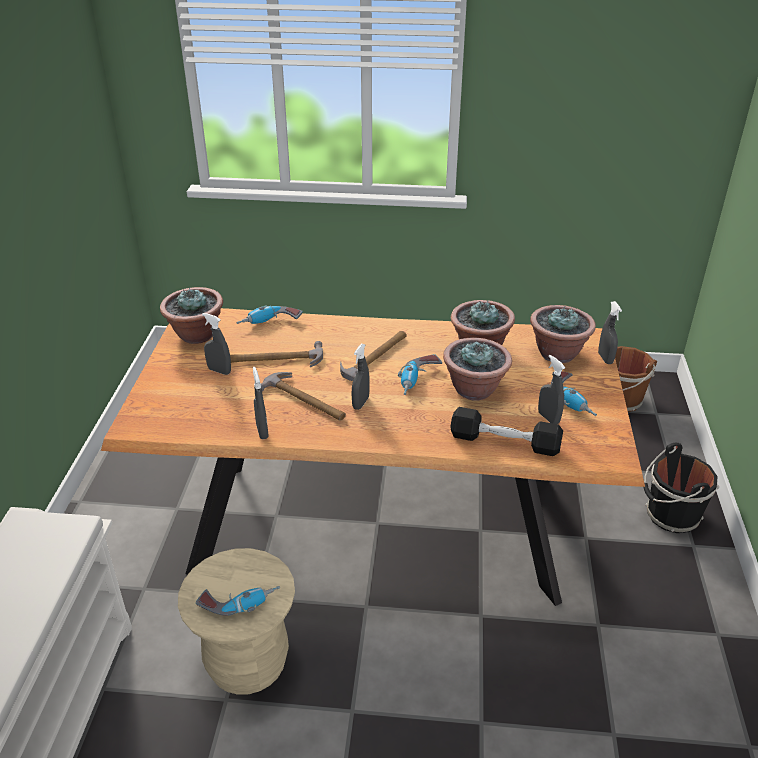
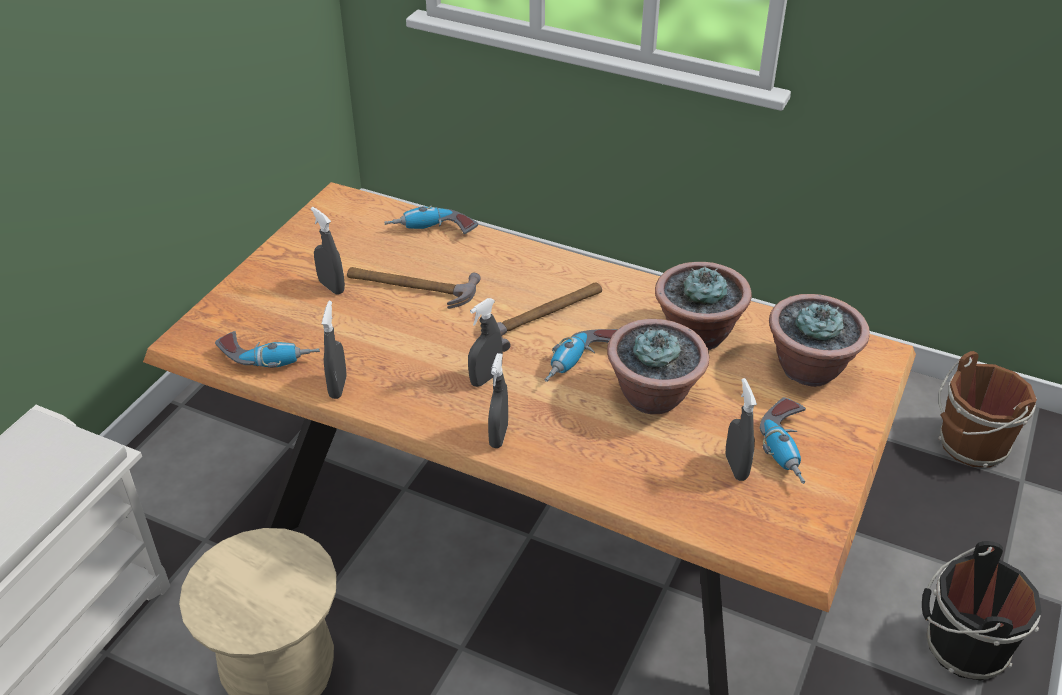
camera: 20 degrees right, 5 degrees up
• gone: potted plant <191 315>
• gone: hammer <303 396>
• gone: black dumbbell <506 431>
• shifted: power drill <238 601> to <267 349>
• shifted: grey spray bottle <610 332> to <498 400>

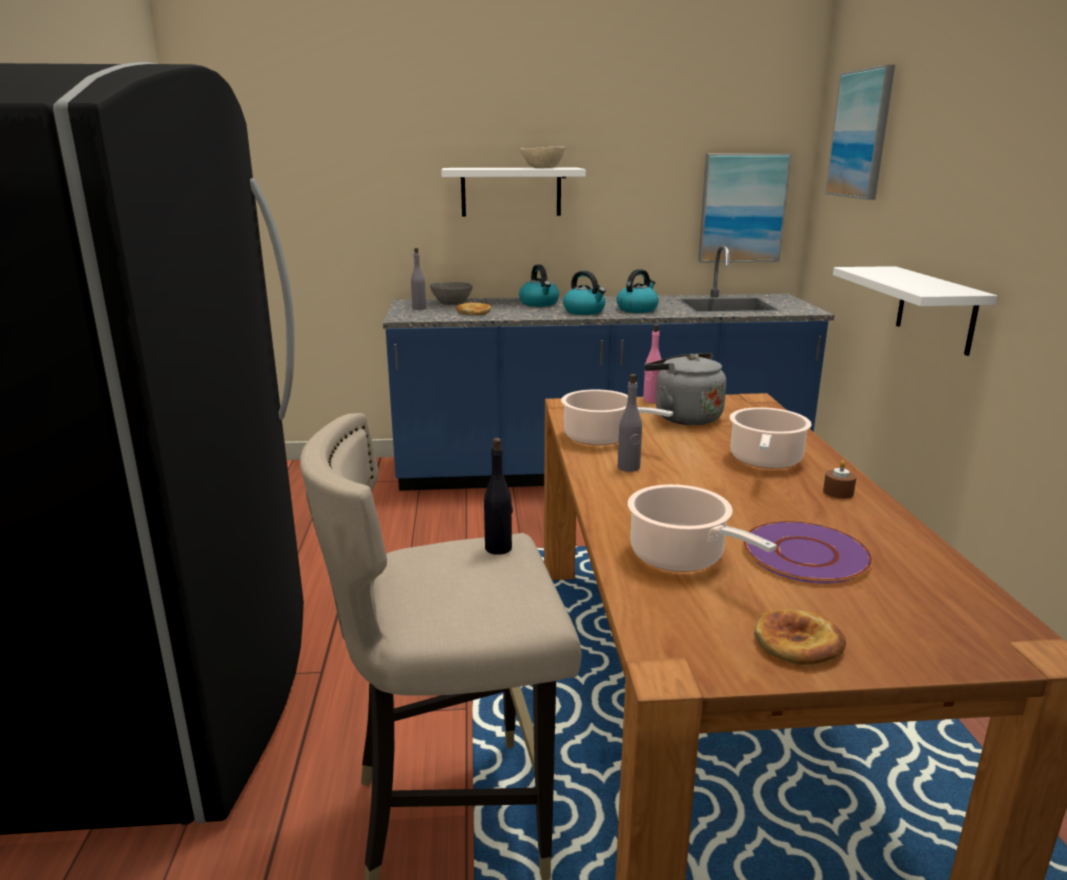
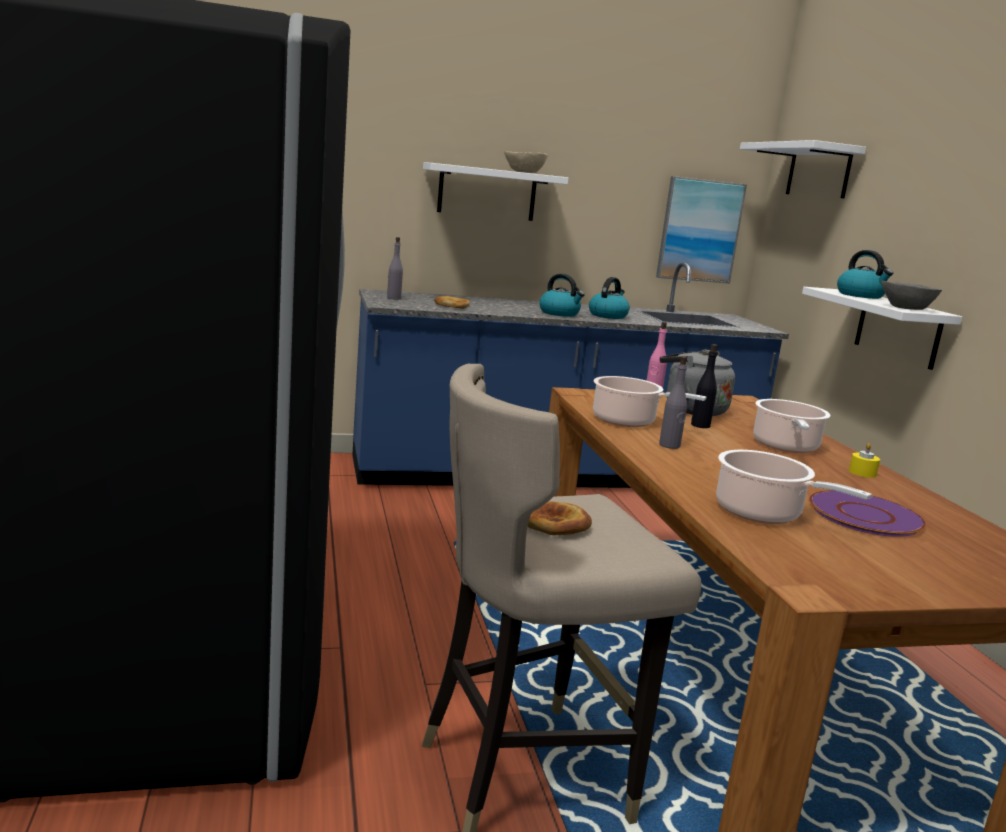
camera: 10 degrees left, 5 degrees down
• shifted: grey bowl <451 293> to <911 295>
• shifted: black bottle <498 496> to <704 386>
• shifted: kettle <539 286> to <865 274>
• shifted: bread <800 637> to <560 518>
• swapped: picture <860 132> to white shelf <803 169>
• repainted: brown candle <839 479> to yellow candle <864 460>

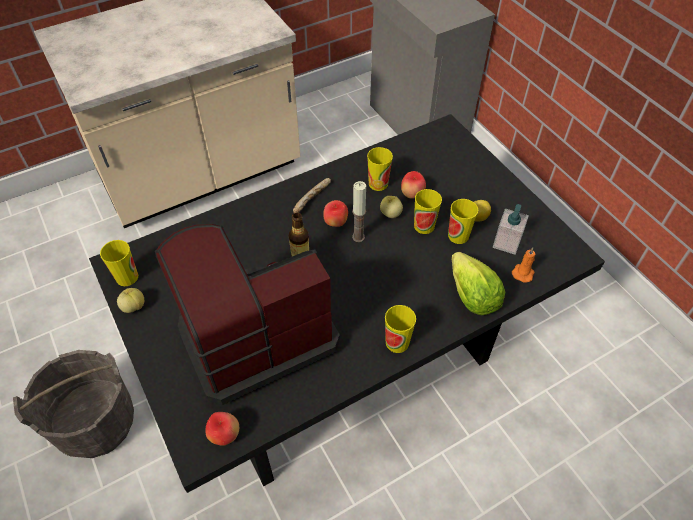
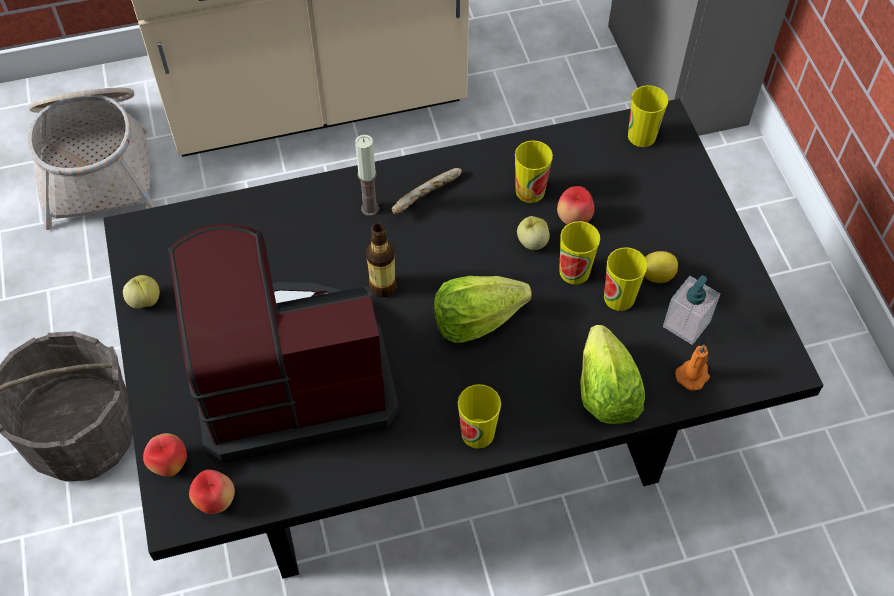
camera: 15 degrees right, 5 degrees up
• new: basket <92 159>
• new: lettuce <483 309>
• shifted: cup <119 263> to <648 116>
• shifted: apple <335 213> to <165 455>
• shifted: candle <359 211> to <367 175>

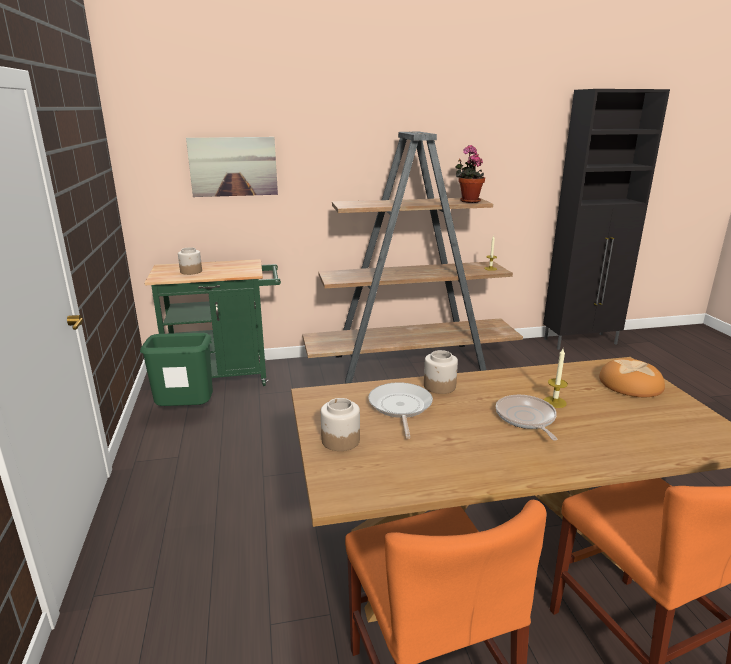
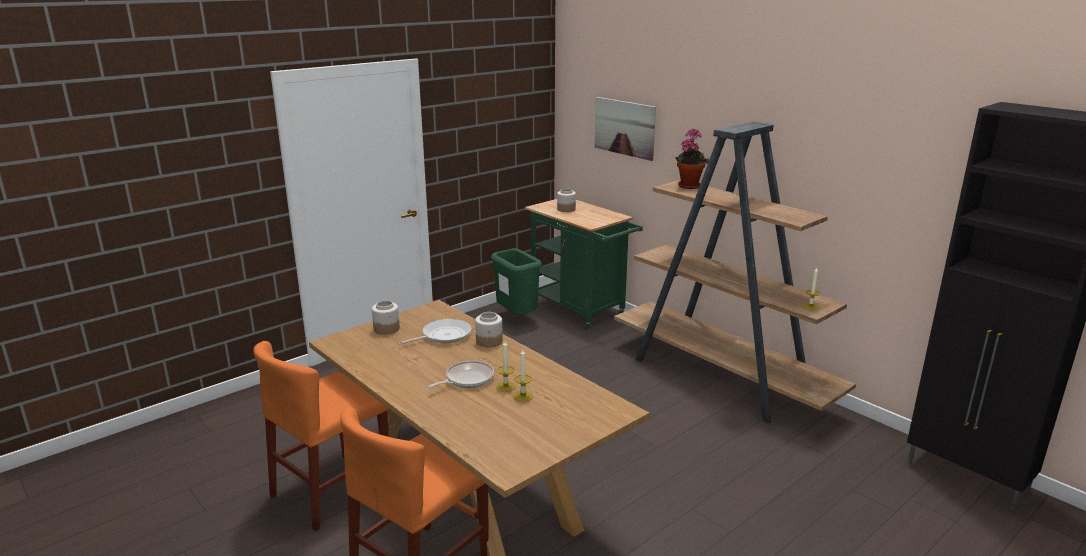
camera: 60 degrees right, 0 degrees up
• gone: bread <632 377>
• new: candle <523 375>
• shifted: potted plant <470 174> to <692 158>

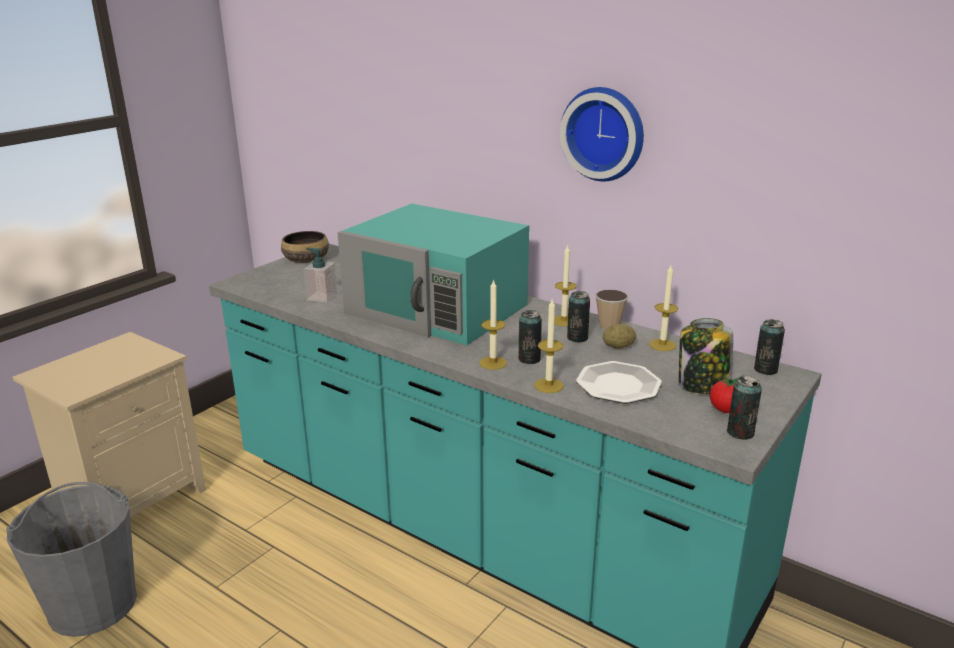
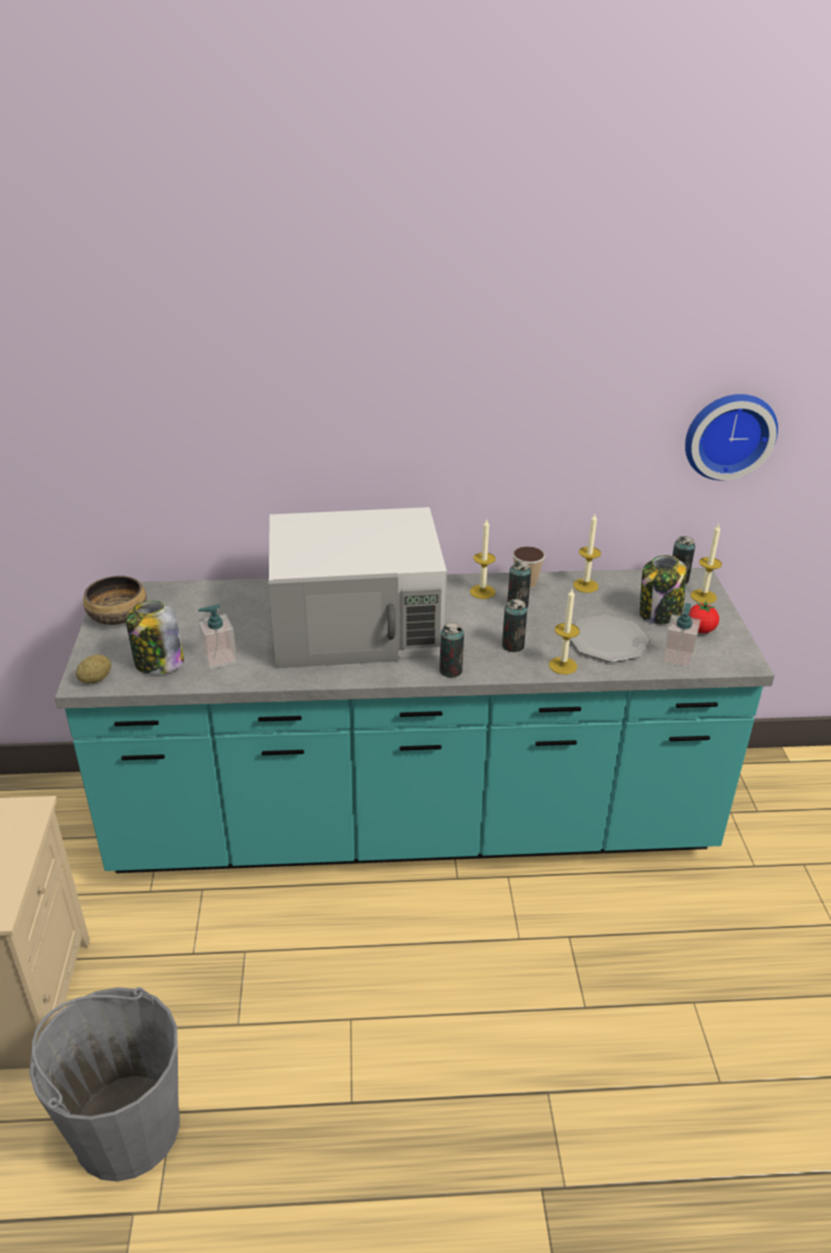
camera: 40 degrees left, 10 degrees up
• new: jar <155 637>
• new: soap dispenser <681 636>
• shifted: candle <493 324> to <706 563>
• shifted: wall clock <602 134> to <731 437>
• shifted: potato <619 336> to <93 669>
• shifted: can <744 408> to <451 650>
• repainted: turquoise microwave <433 274> to white microwave <358 588>

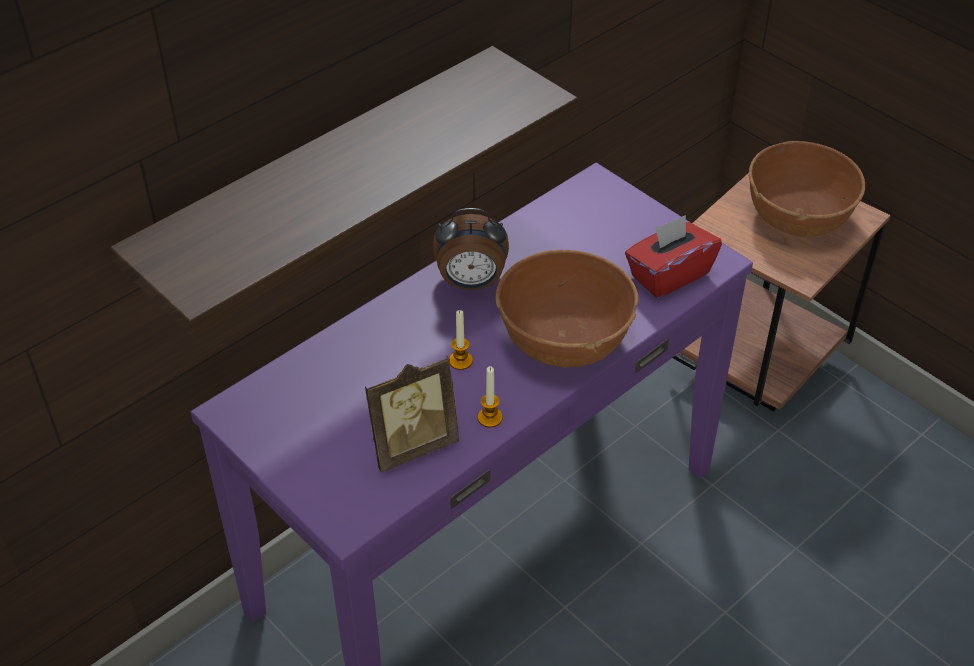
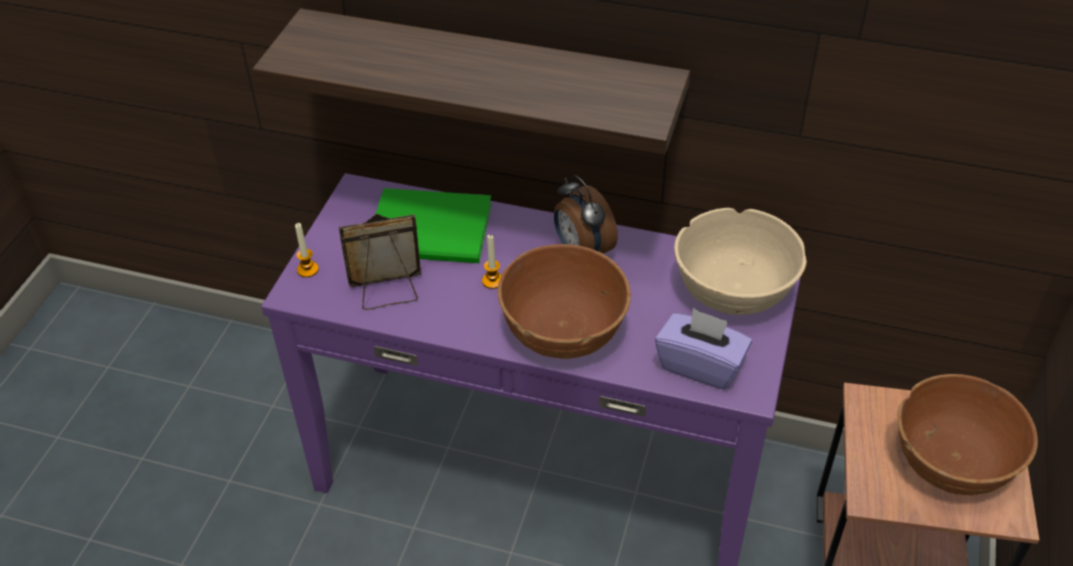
camera: 60 degrees right, 0 degrees up
• new: green book <434 225>
• new: beige bowl <740 261>
• shifted: candle <490 397> to <307 250>
• repainted: red tissue box <673 256> to purple tissue box <703 349>
• rotated: picture frame <412 414> = <380 262> 135 degrees clockwise

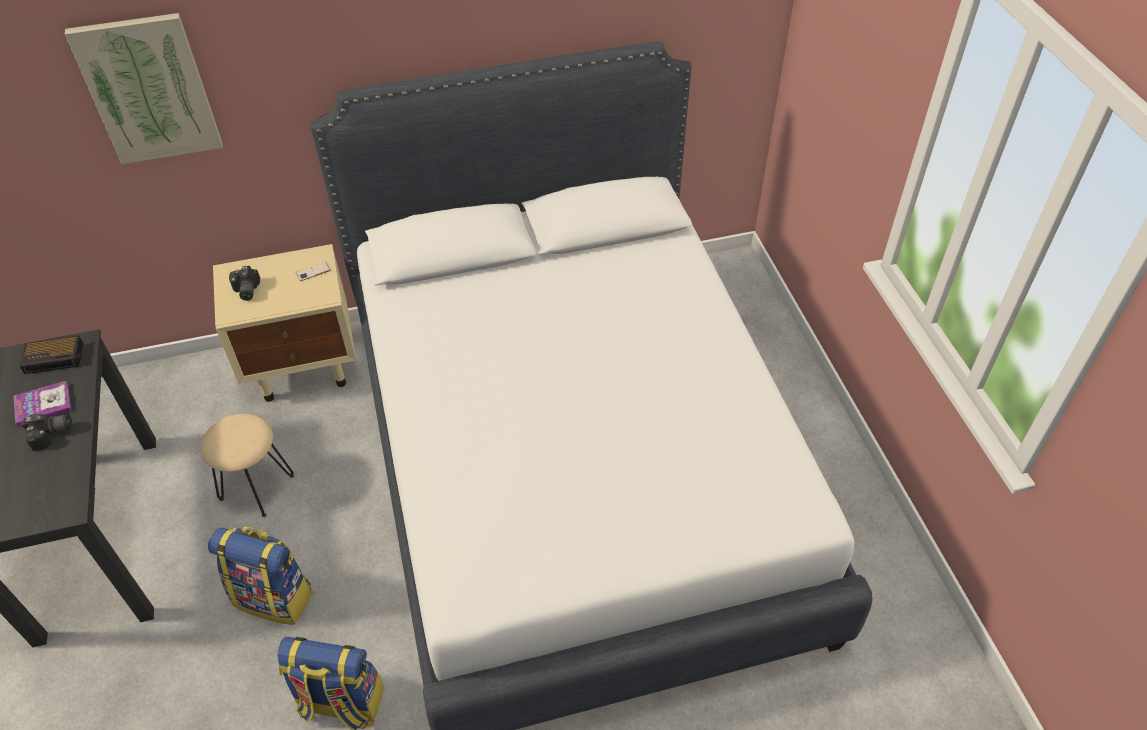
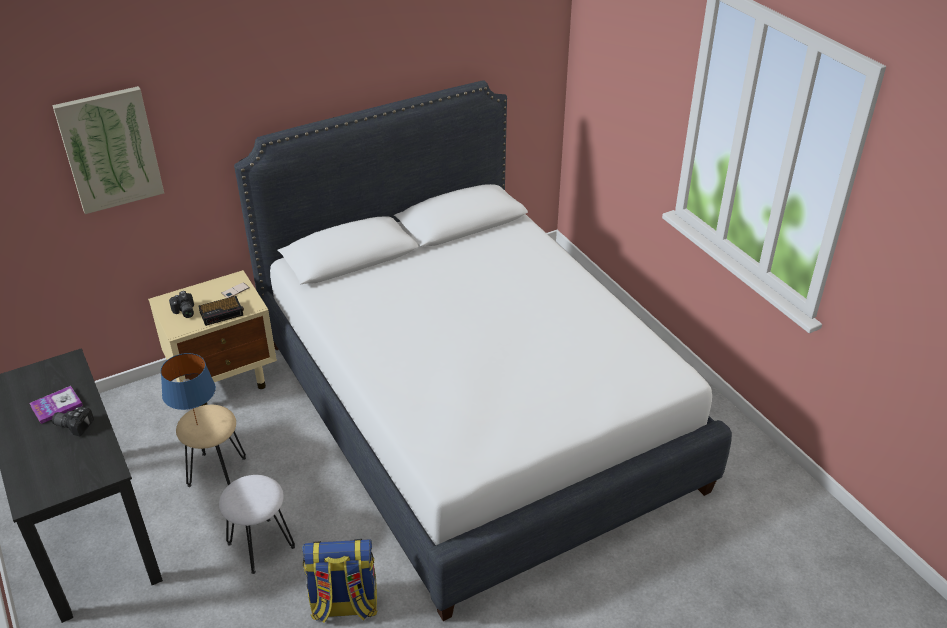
camera: 15 degrees left, 10 degrees down
• new: blue table lamp <188 389>
• shifted: alarm clock <51 355> to <221 311>
• swapped: backpack <260 575> to white stool <257 524>
• rotated: photo camera <47 432> = <73 421> 135 degrees counterclockwise

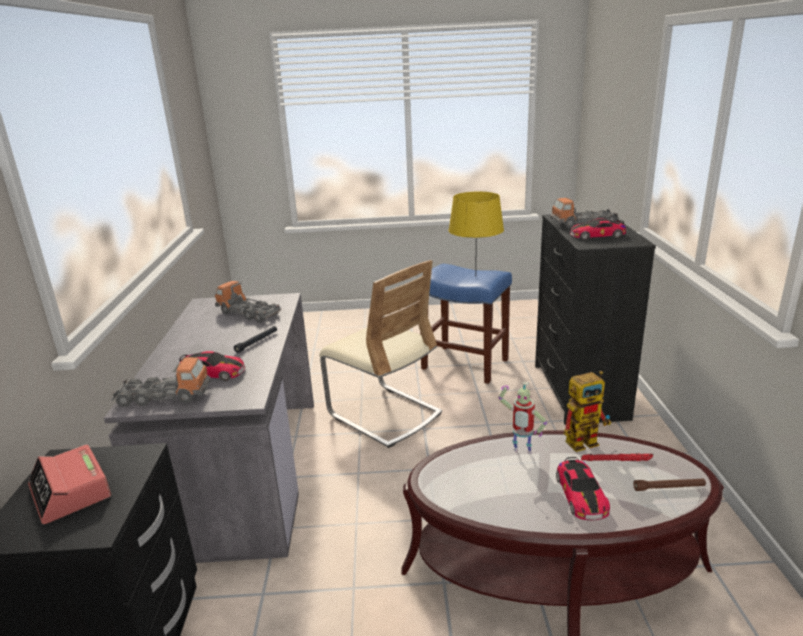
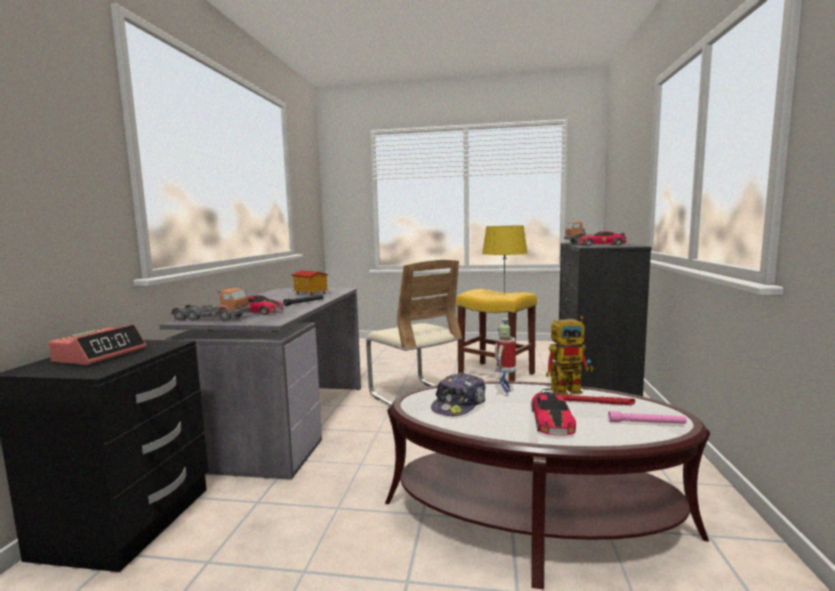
camera: 10 degrees right, 15 degrees down
• new: cap <458 394>
• swapped: toy truck <248 302> to toy house <310 283>
• repainted: blue stool <466 324> to yellow stool <496 335>
• repainted: brown flashlight <669 484> to pink flashlight <647 417>
• rotated: alarm clock <69 484> = <97 344> 135 degrees counterclockwise
• rotated: toy robot <522 417> = <505 357> 75 degrees clockwise

